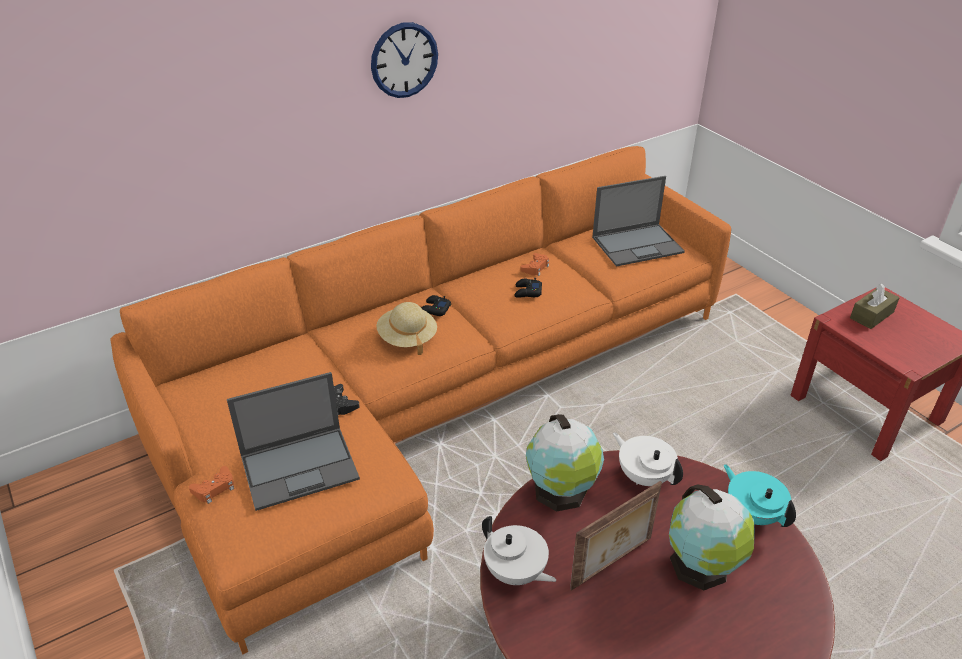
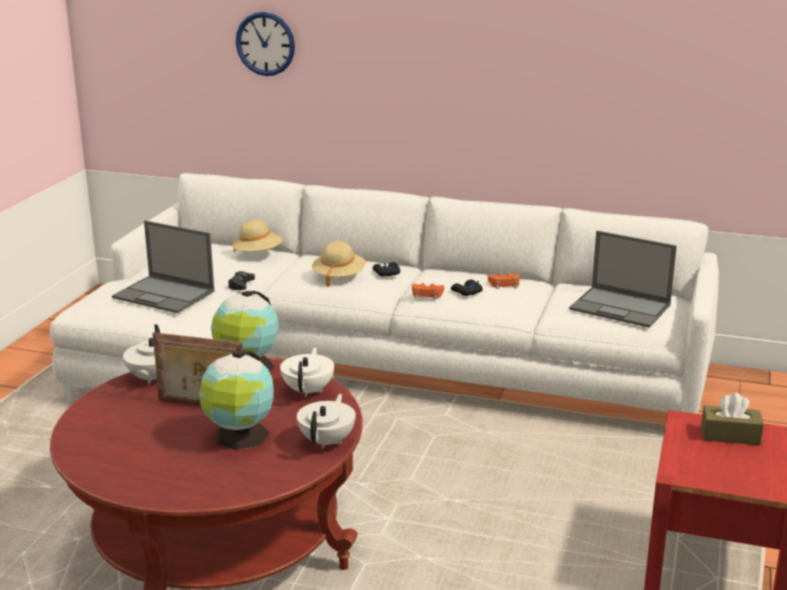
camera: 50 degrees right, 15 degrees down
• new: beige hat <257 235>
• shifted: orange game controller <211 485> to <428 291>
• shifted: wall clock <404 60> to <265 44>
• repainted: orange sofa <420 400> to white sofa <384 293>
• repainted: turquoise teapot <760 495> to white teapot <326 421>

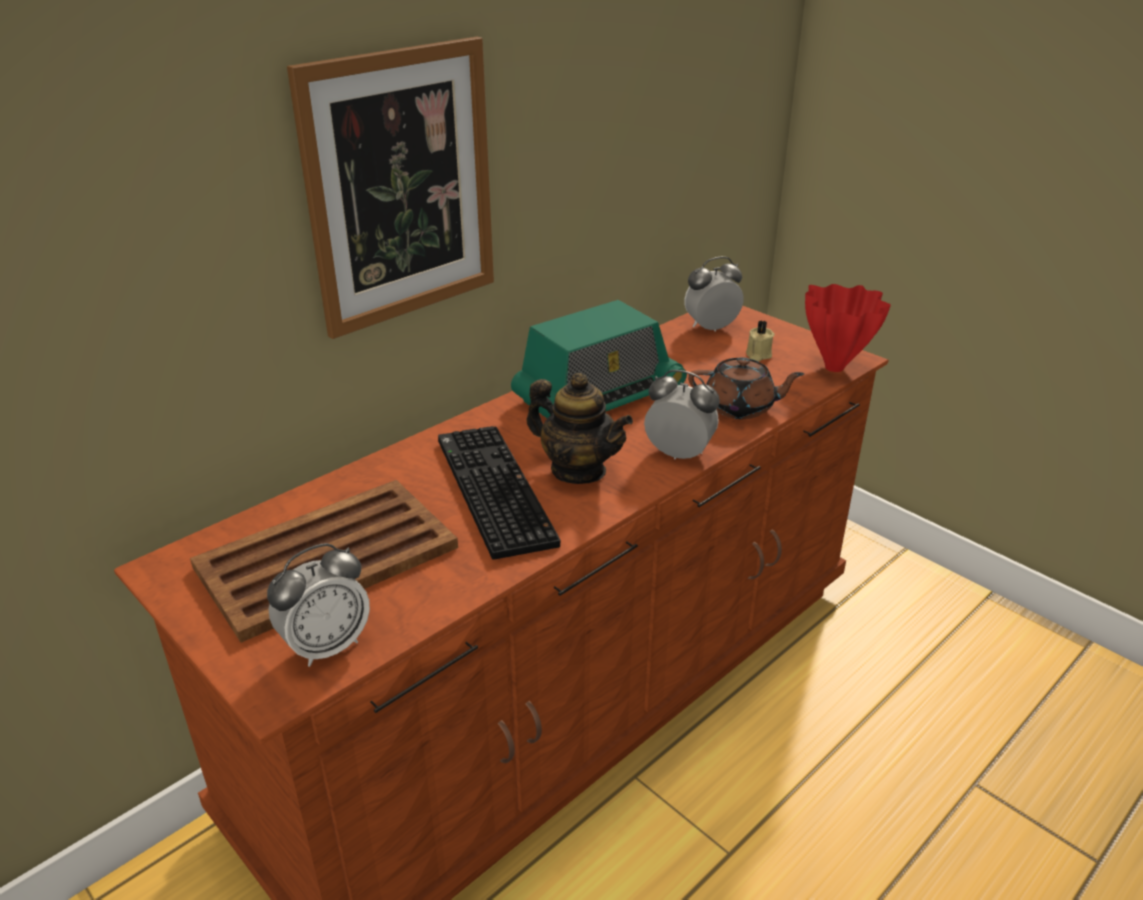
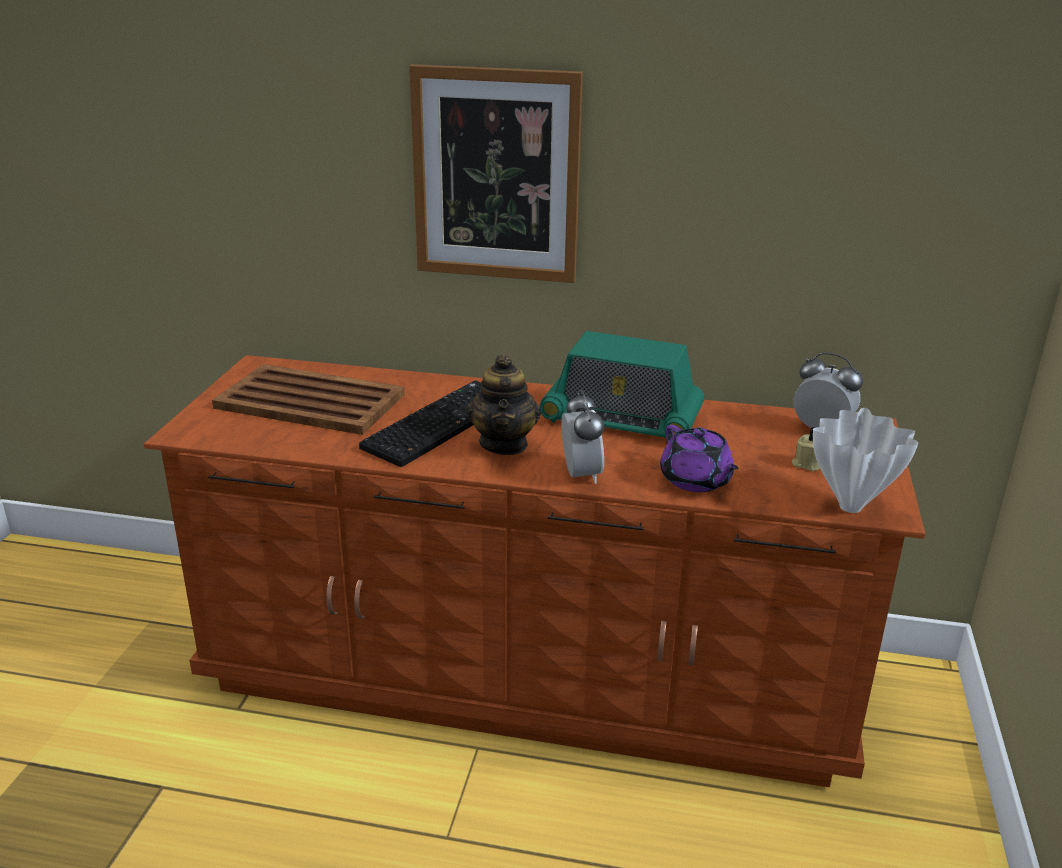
camera: 55 degrees right, 5 degrees down
• gone: alarm clock <318 605>
• repainted: brown teapot <746 388> to purple teapot <699 458>
• repainted: red vase <848 328> to white vase <865 460>

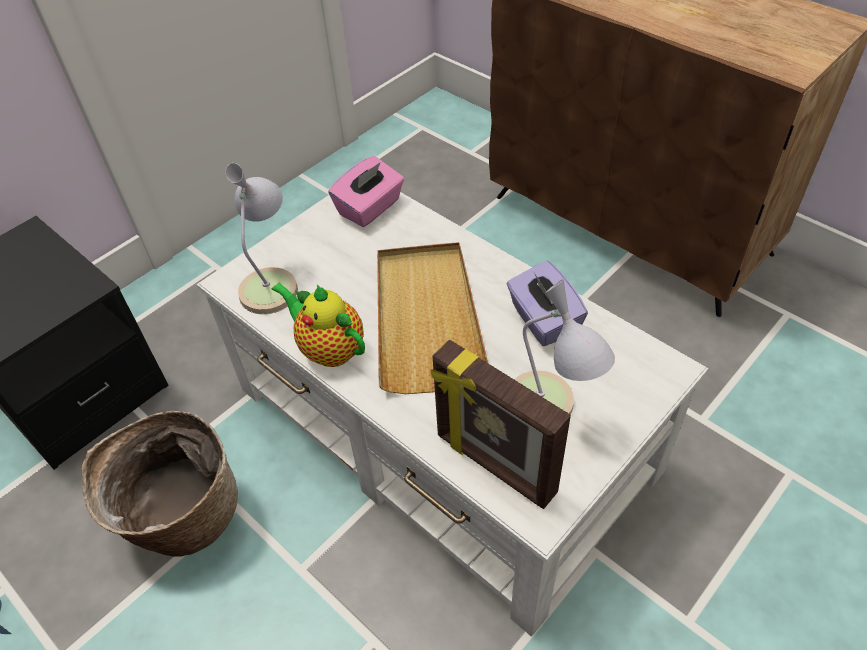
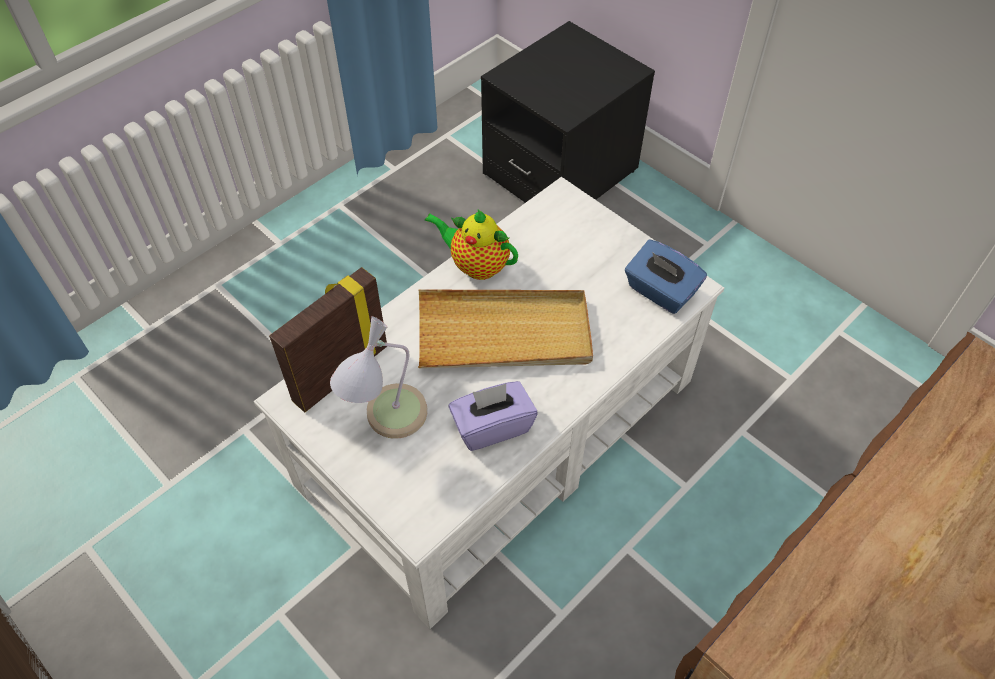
camera: 90 degrees right, 5 degrees up
• gone: basket <159 483>
• gone: table lamp <261 238>
• repainted: pink tissue box <366 191> to blue tissue box <666 277>
• rotated: teapot <318 324> = <471 245> 105 degrees counterclockwise

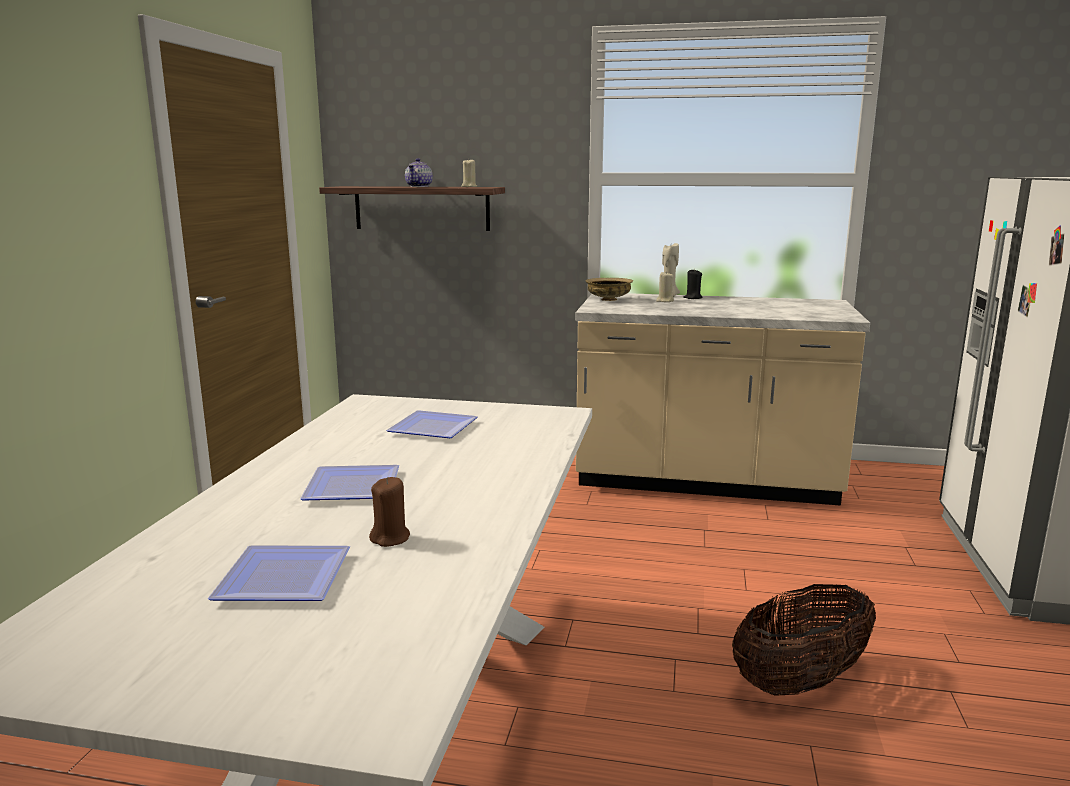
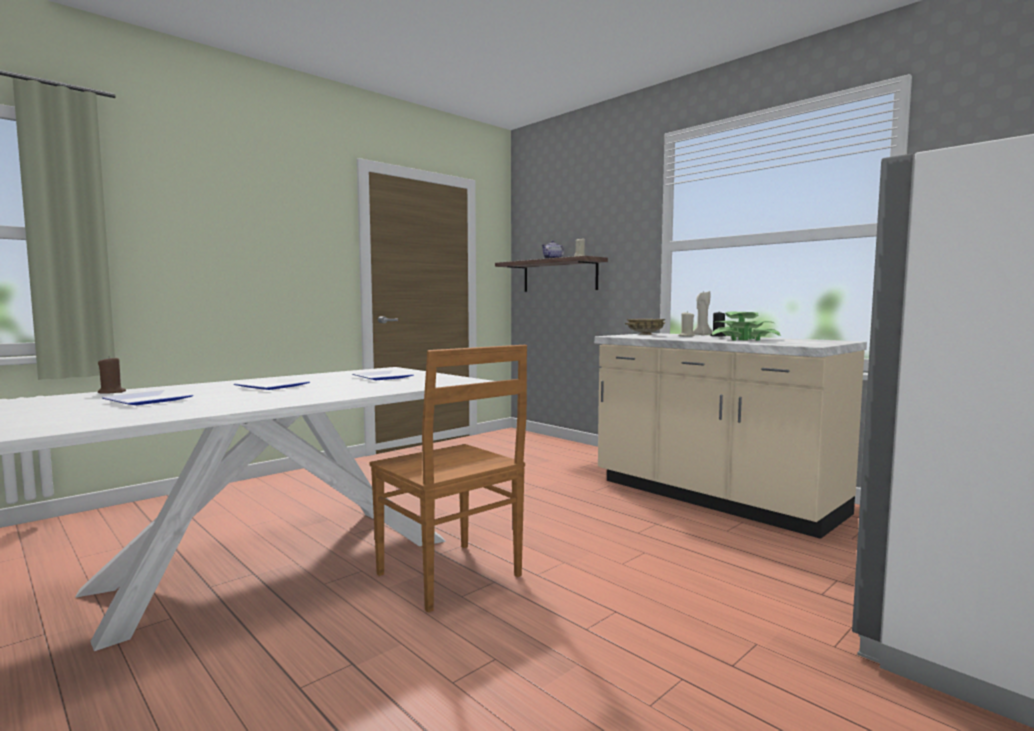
camera: 35 degrees right, 10 degrees down
• gone: basket <804 640>
• new: brown chair <448 479>
• new: potted plant <746 326>
• shifted: brown candle <389 512> to <112 375>

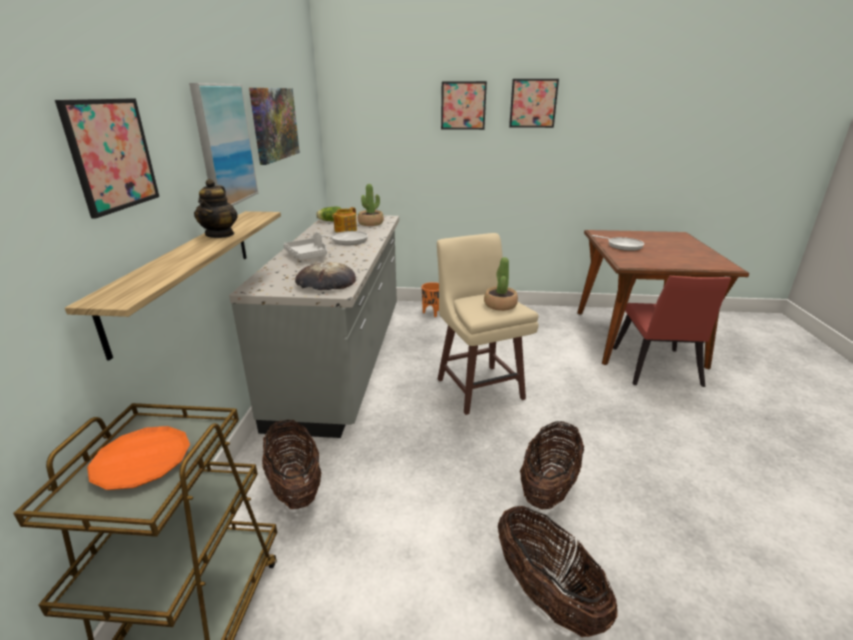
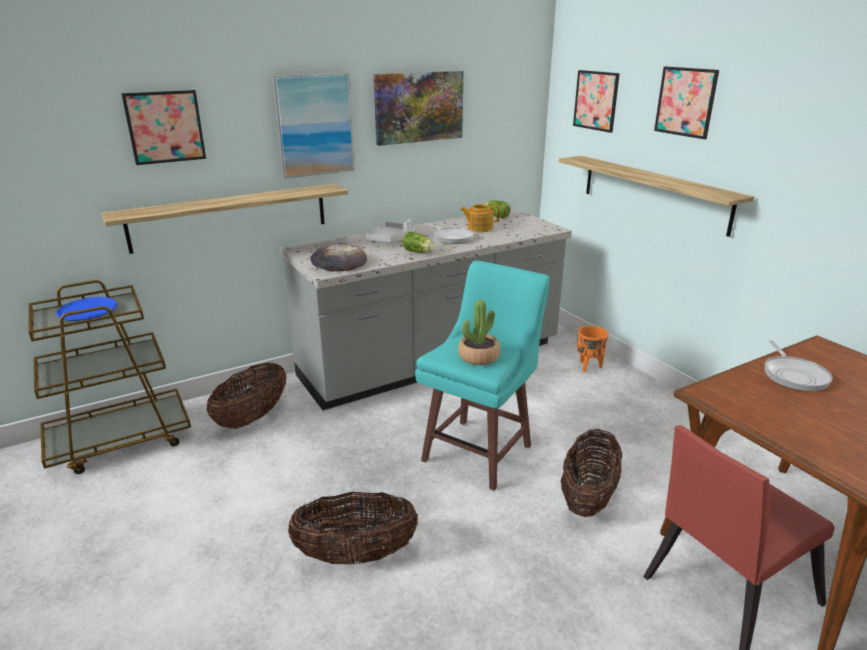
camera: 55 degrees right, 0 degrees up
• gone: teapot <216 208>
• gone: potted plant <371 205>
• new: lettuce <418 242>
• new: shelf <657 196>
• shifted: basket <558 571> to <591 473>
• shifted: picture <534 103> to <596 101>
• repainted: orange plate <138 458> to blue plate <87 309>
• repainted: beige stool <488 324> to turquoise stool <482 376>

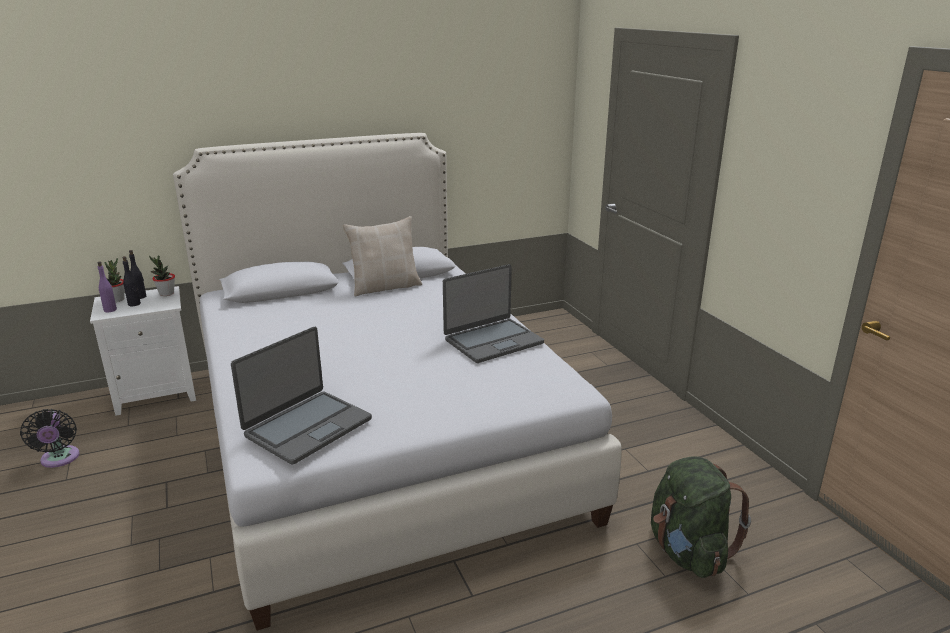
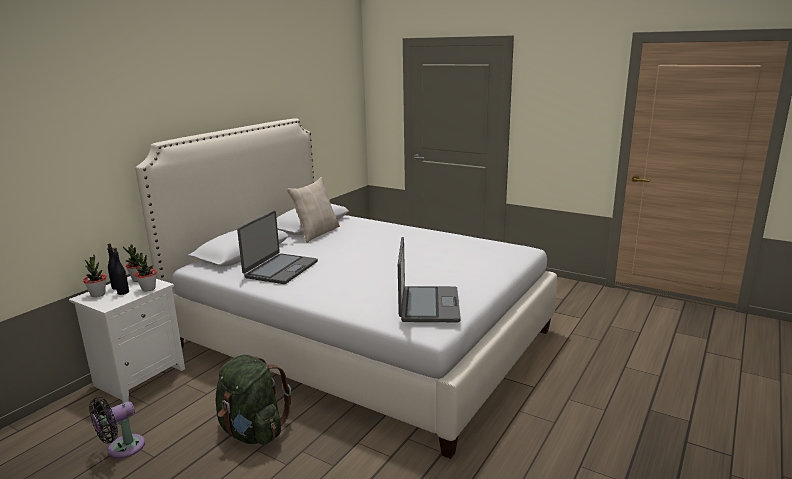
camera: 35 degrees left, 5 degrees down
• gone: purple bottle <107 286>
• new: potted plant <145 272>
• shifted: laptop <493 313> to <277 247>
• shifted: green backpack <701 517> to <253 400>
• rotated: black fan <50 438> = <117 428> 105 degrees clockwise

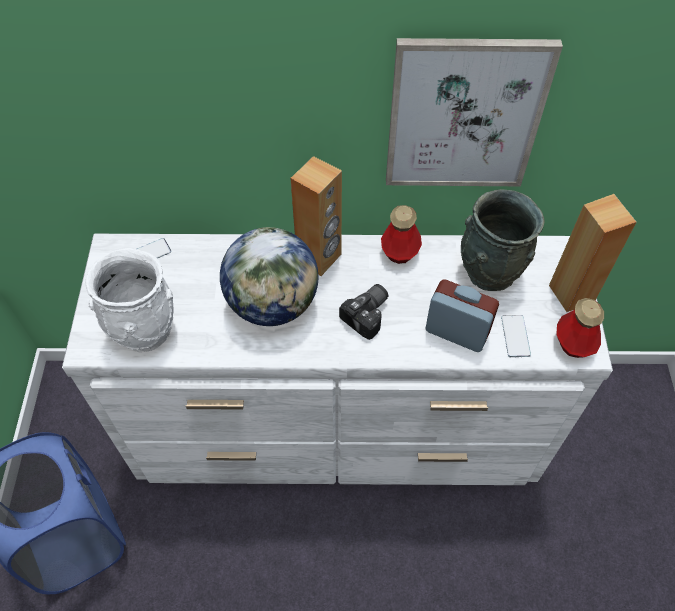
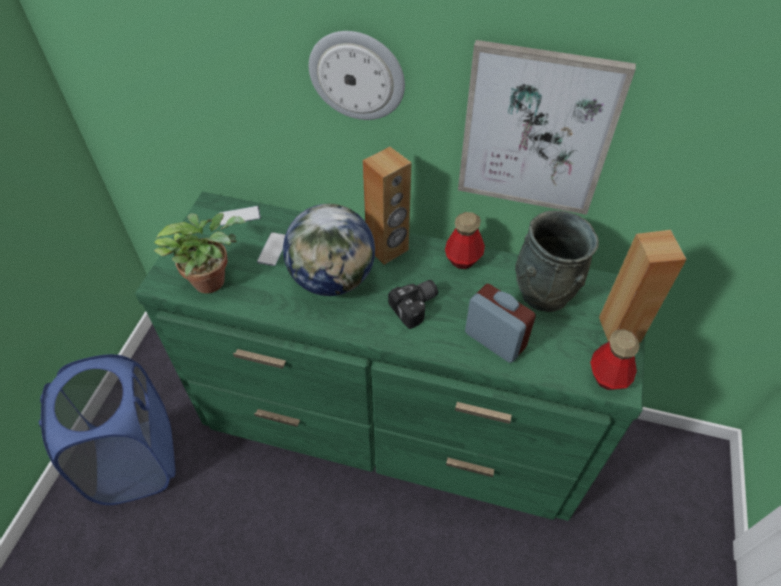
camera: 15 degrees right, 5 degrees down
• new: wall clock <357 75>
• shifted: phone <516 336> to <271 249>
• swapped: white vase <129 300> to potted plant <200 253>
• repainted: white dresser <337 359> to green dresser <390 356>

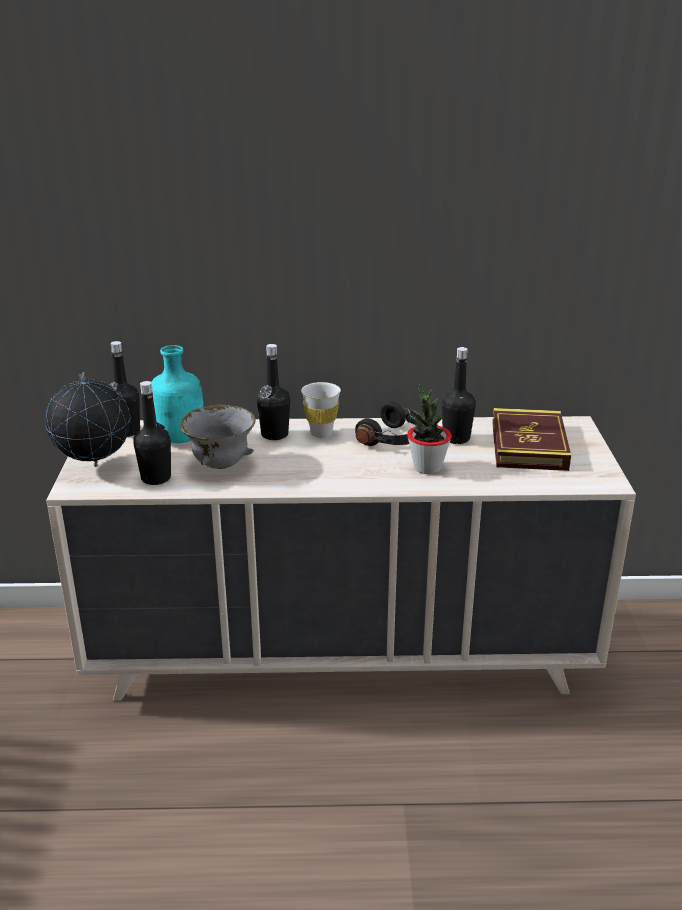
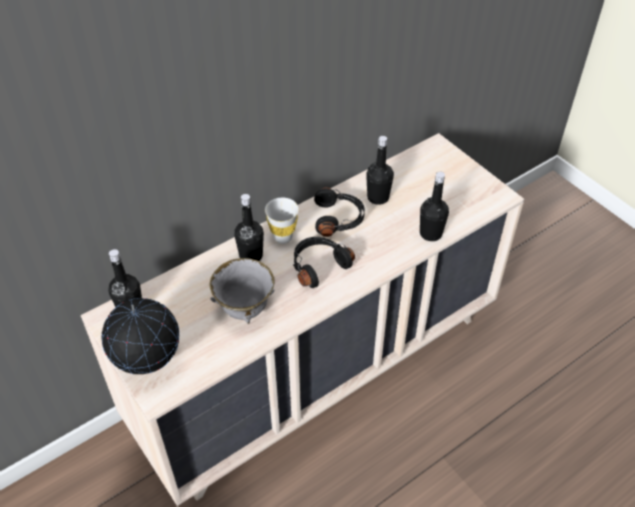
camera: 35 degrees left, 20 degrees up
• gone: turquoise bottle <177 394>
• gone: potted plant <429 428>
• gone: book <531 439>
• new: black headphones <324 262>
• shifted: black bottle <152 433> to <434 206>

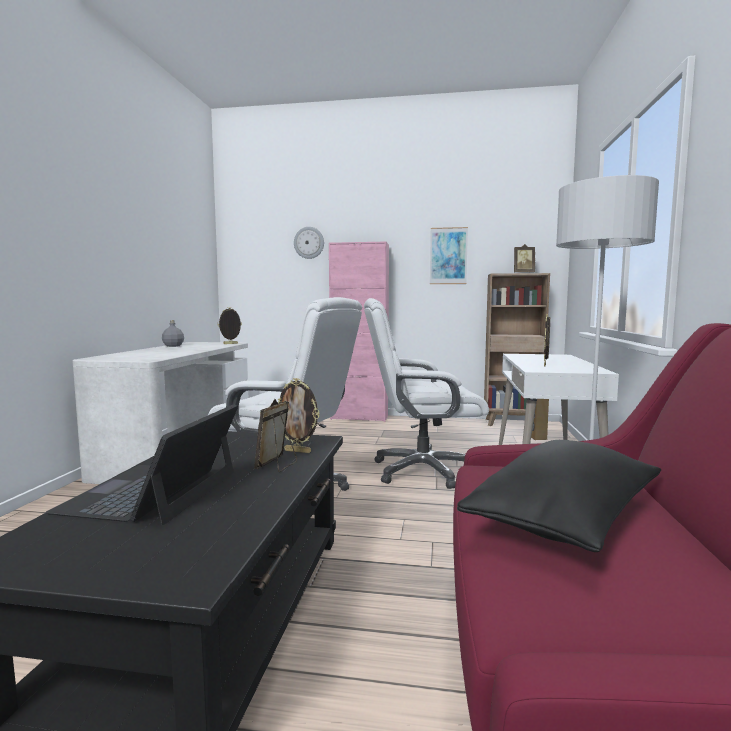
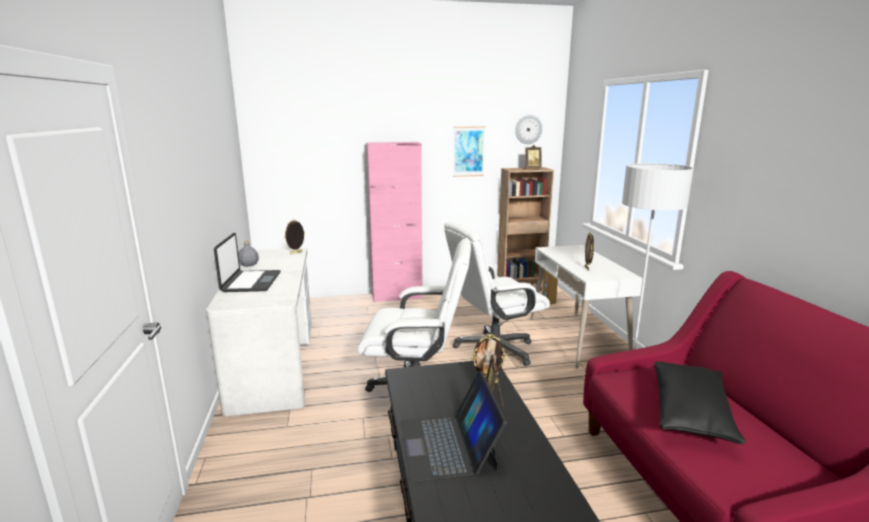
camera: 20 degrees left, 10 degrees up
• new: laptop <247 262>
• shifted: wall clock <309 243> to <528 129>

